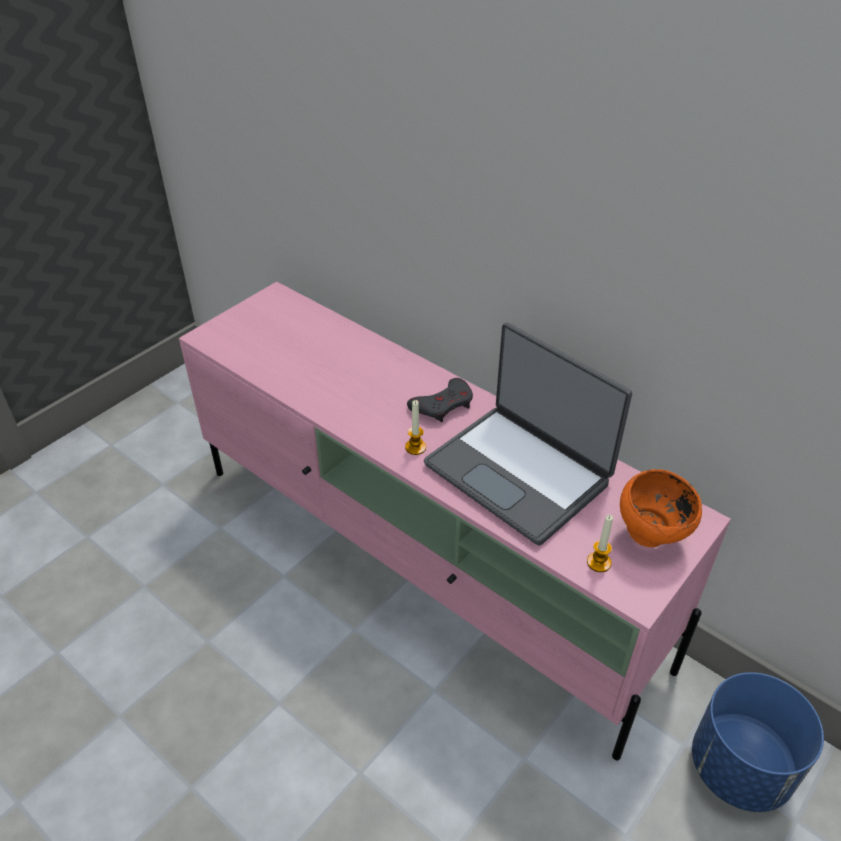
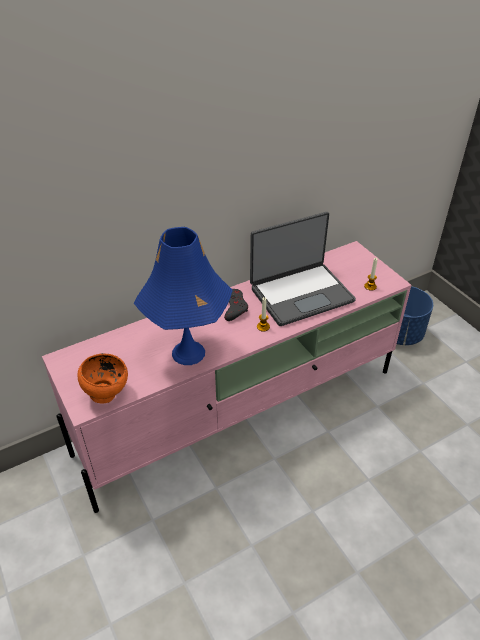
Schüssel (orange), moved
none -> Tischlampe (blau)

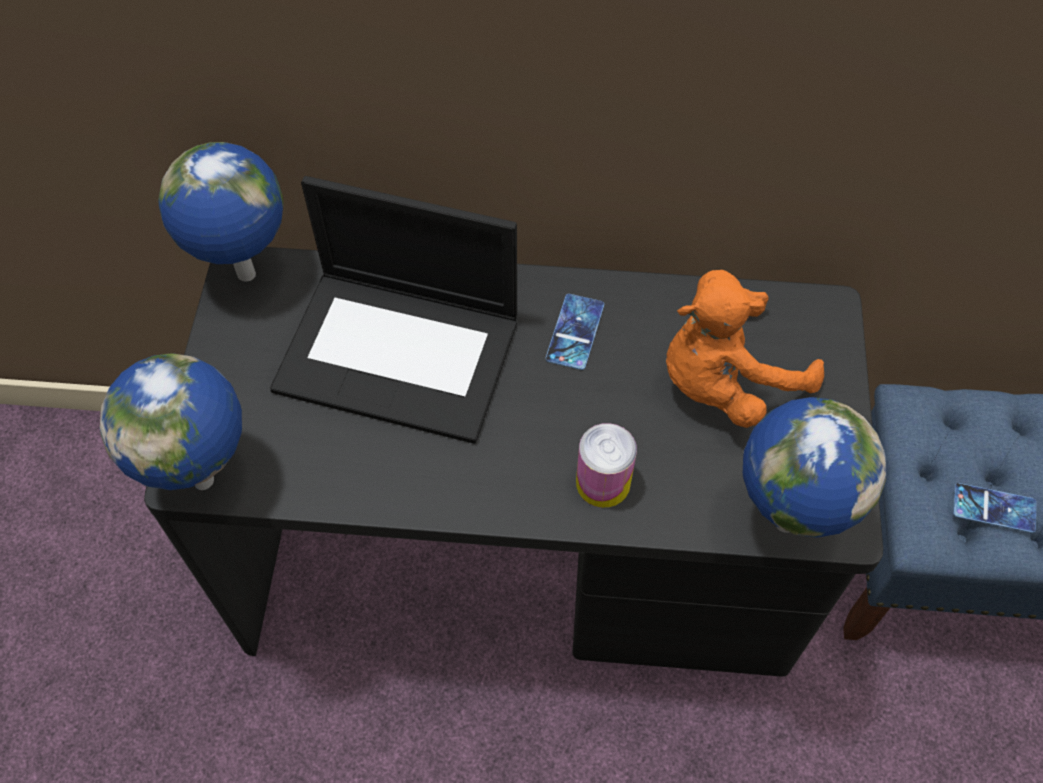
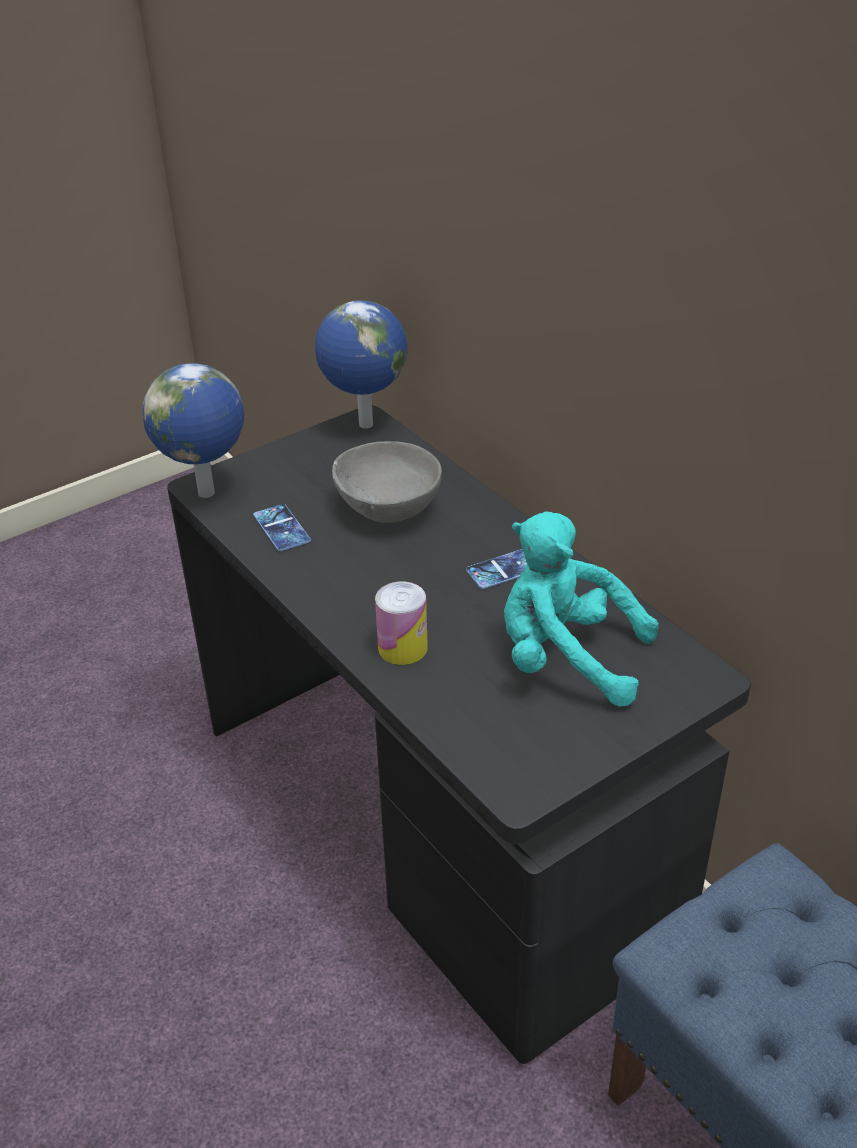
Handy (2nd from left in the first image) -> Handy (1st from left), moved
Laptop -> Schüssel (grau)
Plüschtier (orange) -> Plüschtier (türkis)
Globus (3rd from left) -> none

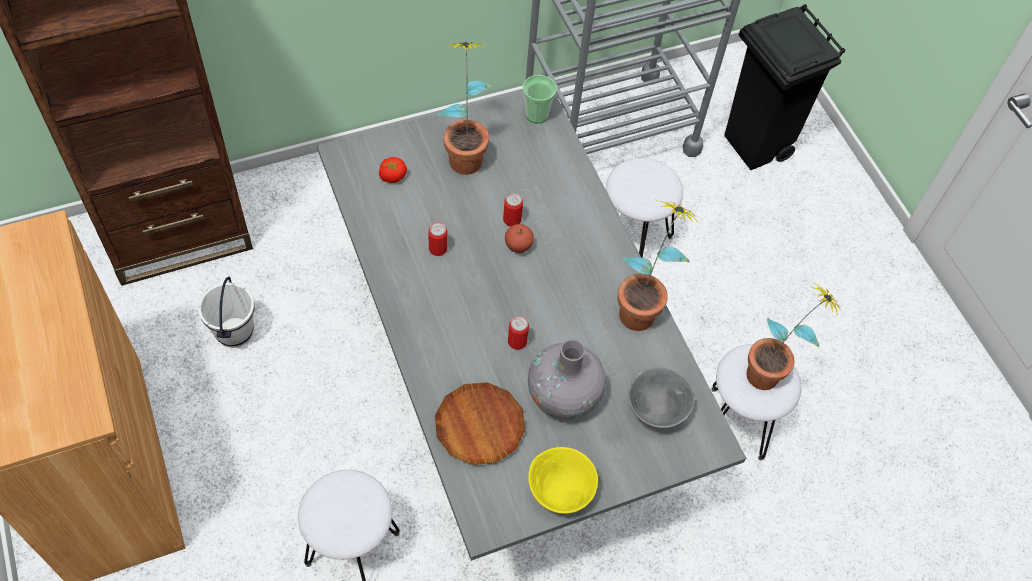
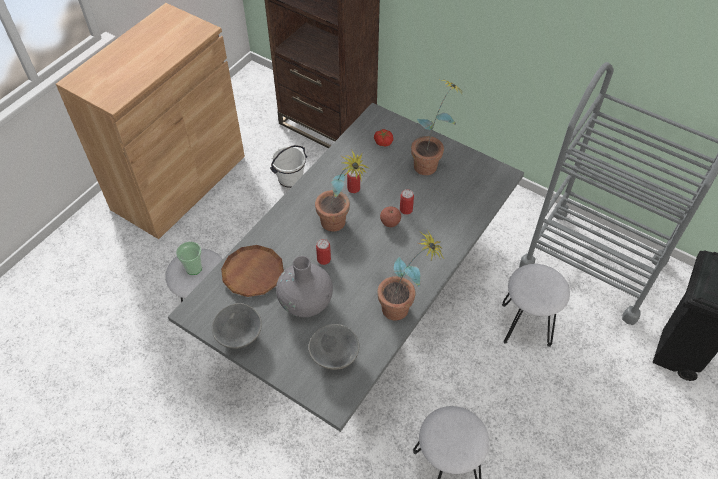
Tasse, moved
Schüssel (gelb) -> Schüssel (grau) (1st from left)
Topfpflanze (3rd from left in the first image) -> Topfpflanze (1st from left), moved

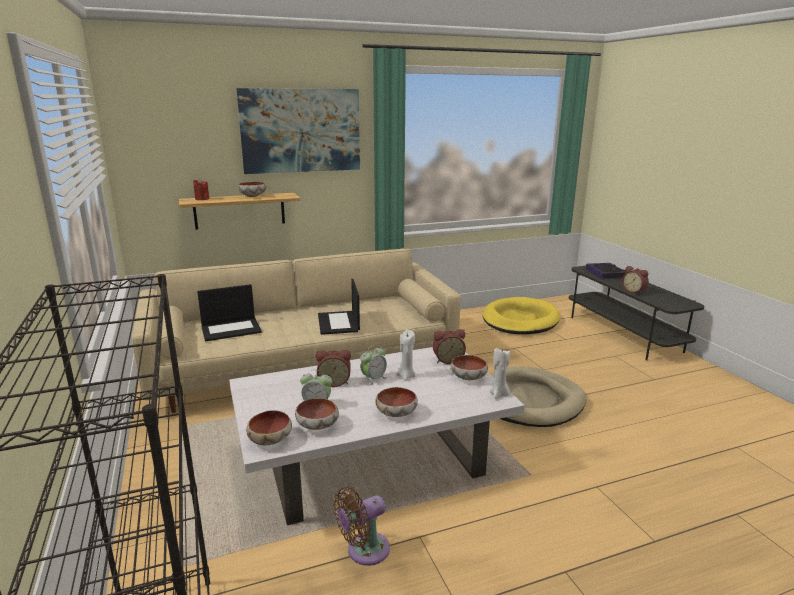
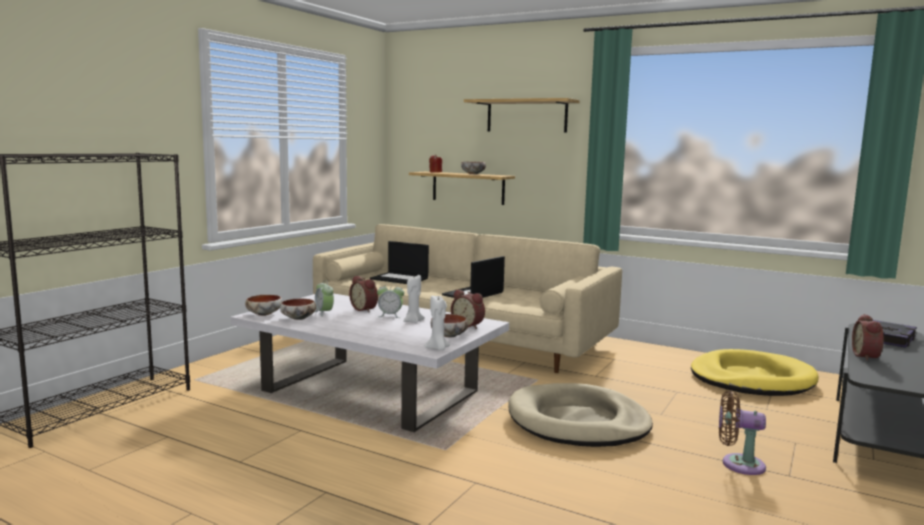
Bild -> Wandregal (2nd from left)
Ventilator (braun), moved
Schüssel (4th from left) -> none

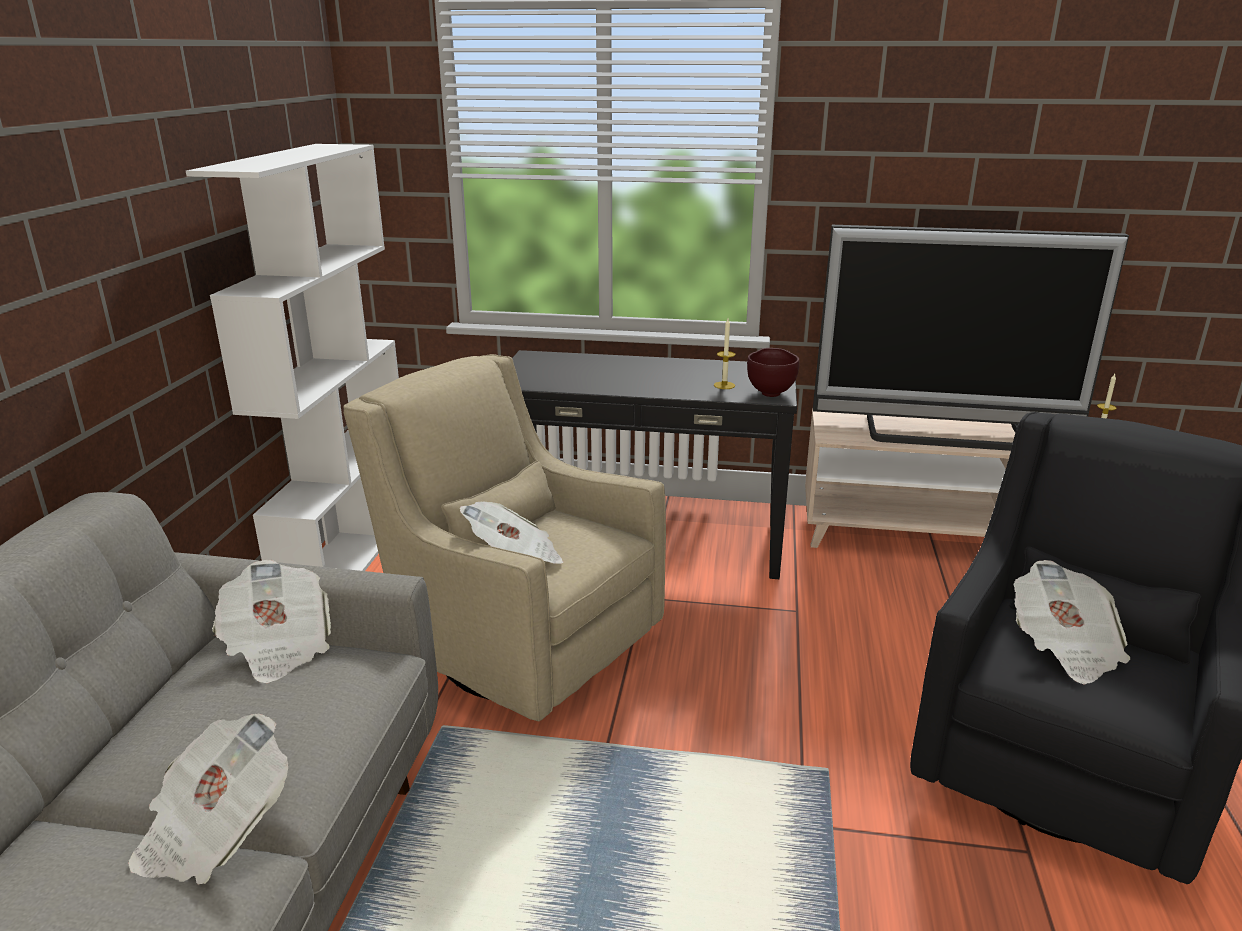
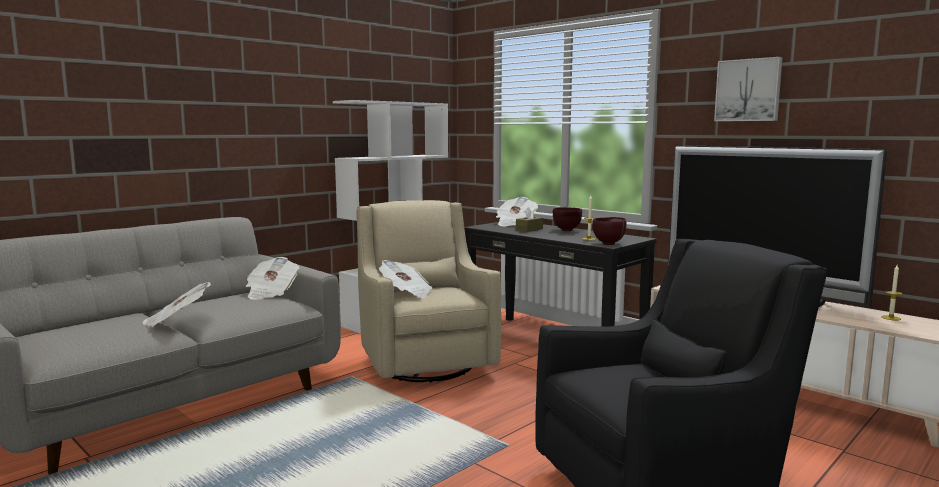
Zeitung (4th from left), moved
none -> Taschentuchbox (braun)
none -> Schüssel (braun) (1st from left)
none -> Bild

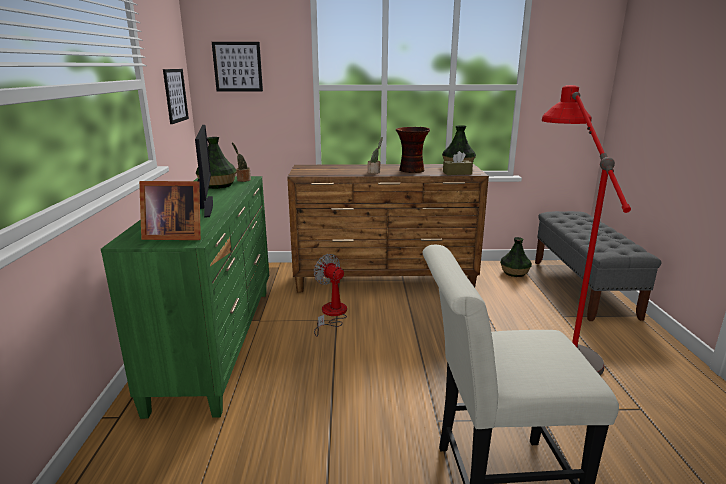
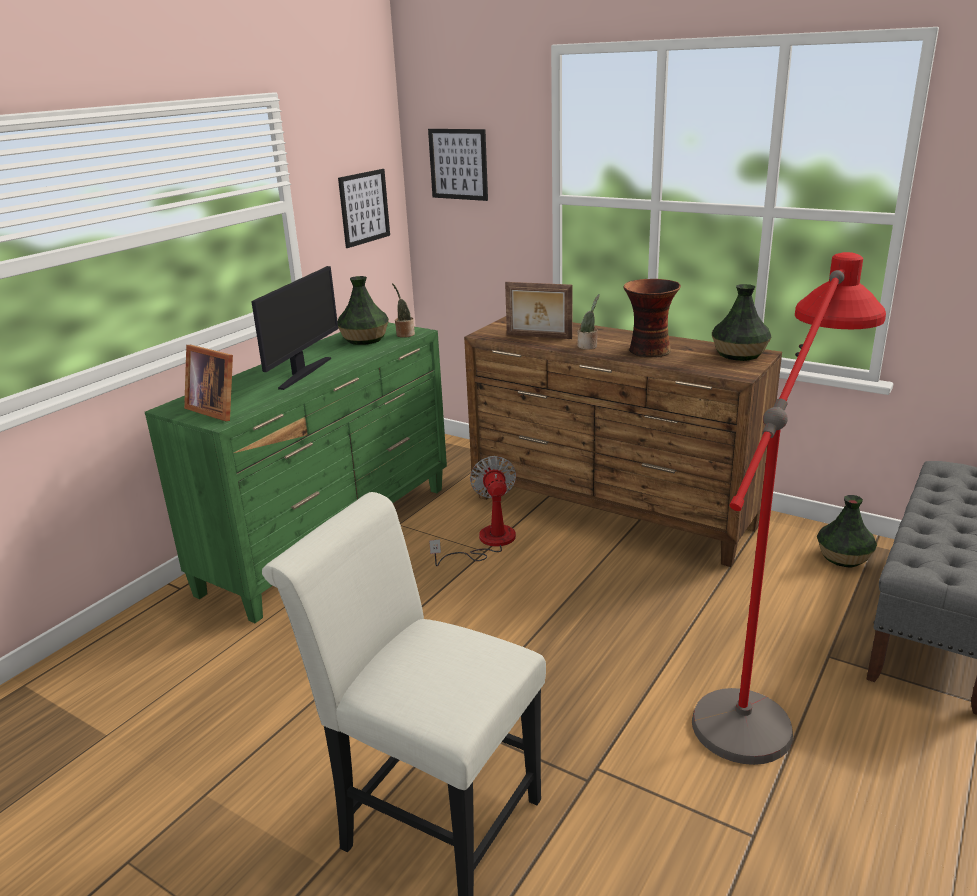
none -> Bilderrahmen (2nd from left)
Taschentuchbox (braun) -> none

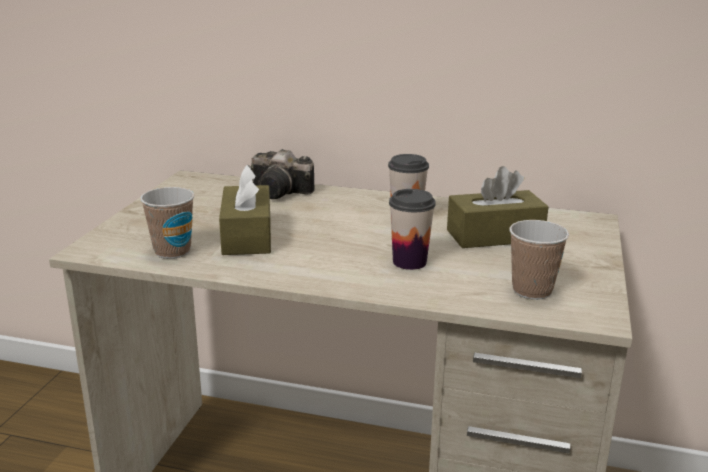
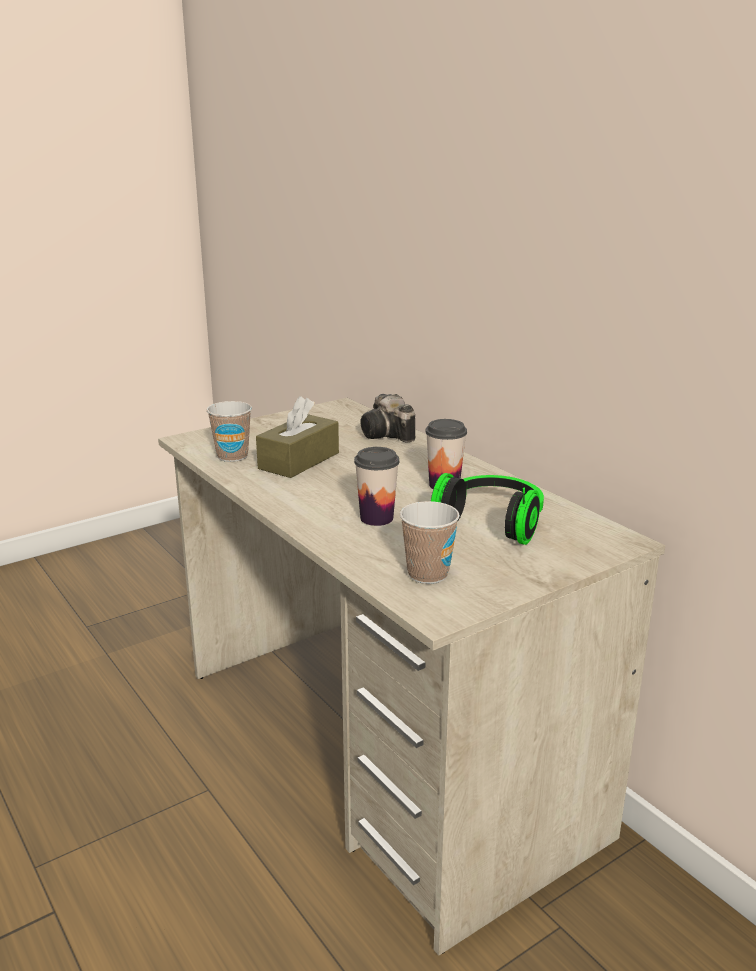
Taschentuchbox (braun) (2nd from left) -> Kopfhörer

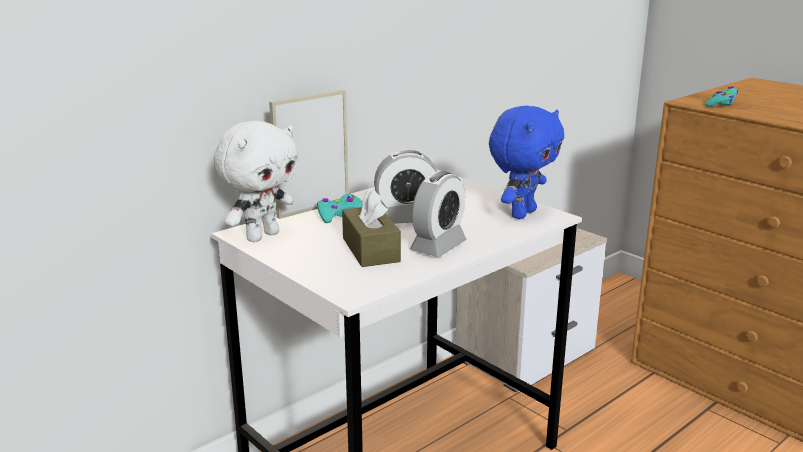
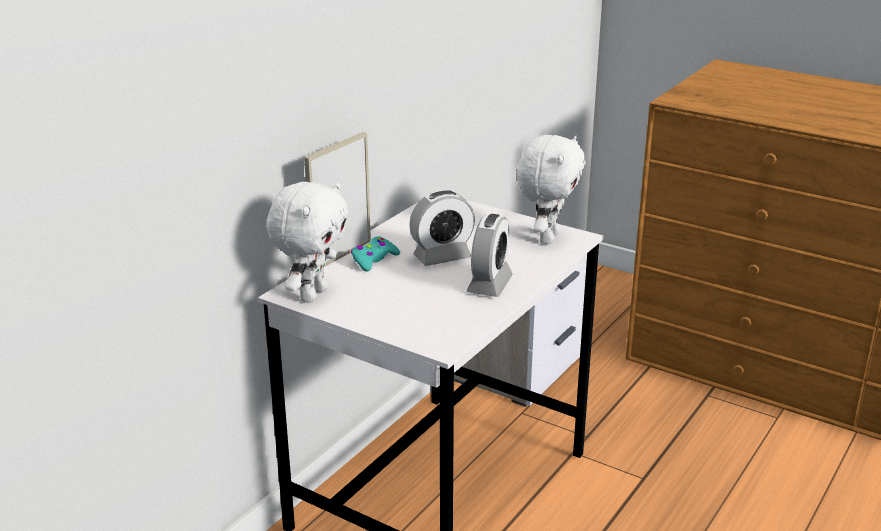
Plüschtier (blau) -> Plüschtier (weiß) (2nd from left)
Taschentuchbox (braun) -> none
Gamepad (türkis) (2nd from left) -> none

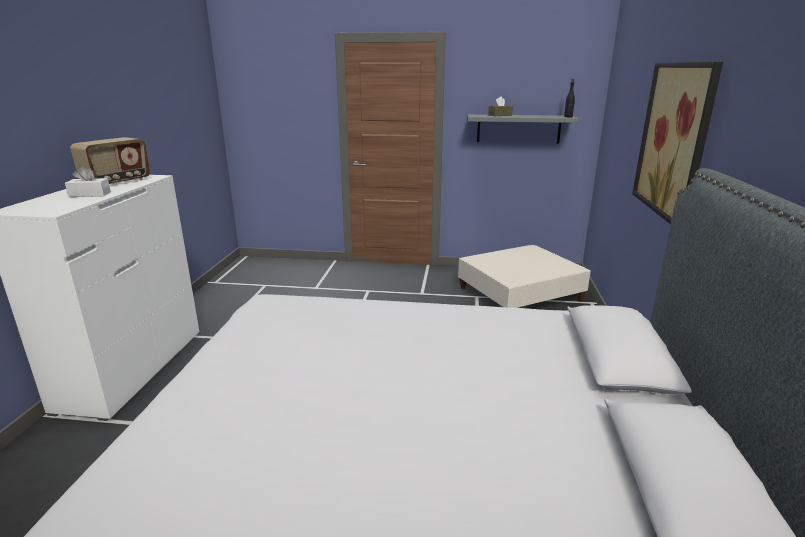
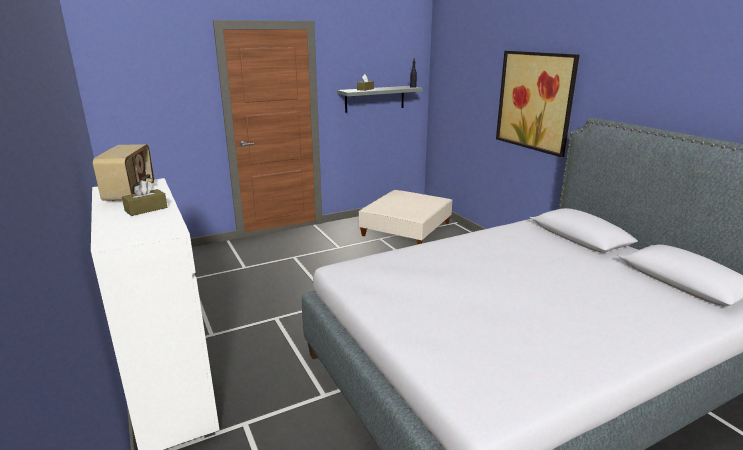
Taschentuchbox (weiß) -> Taschentuchbox (braun) (1st from left)

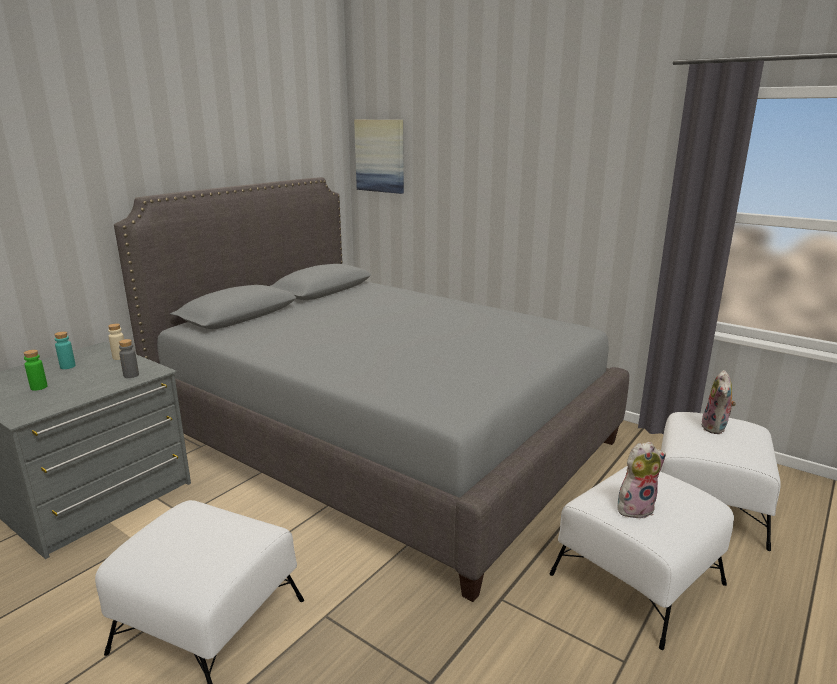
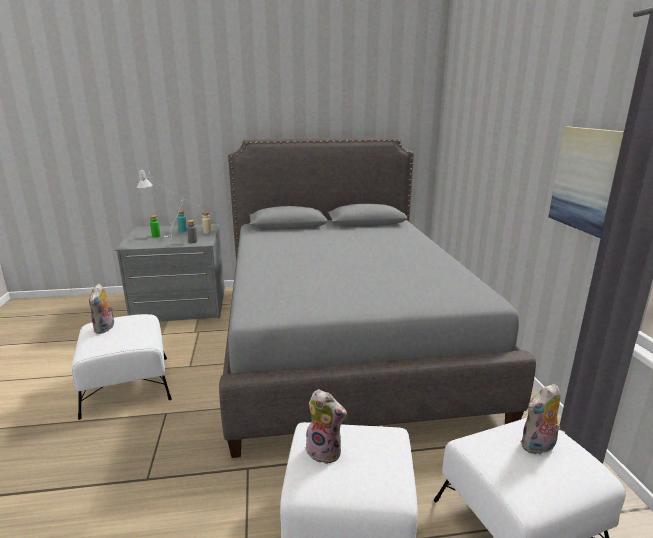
none -> Plüschtier (1st from left)
none -> Tischlampe (grau)
Bild, moved

